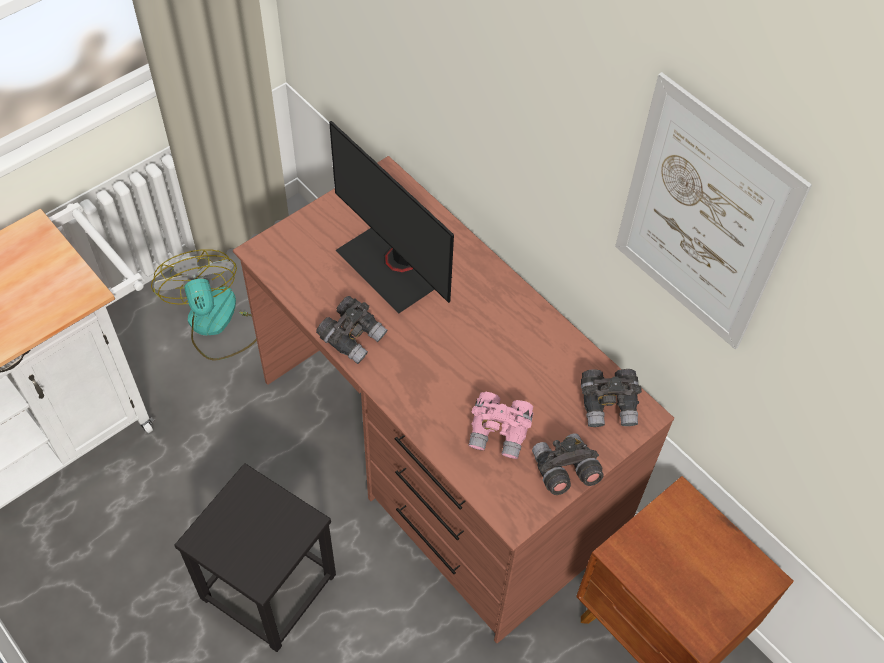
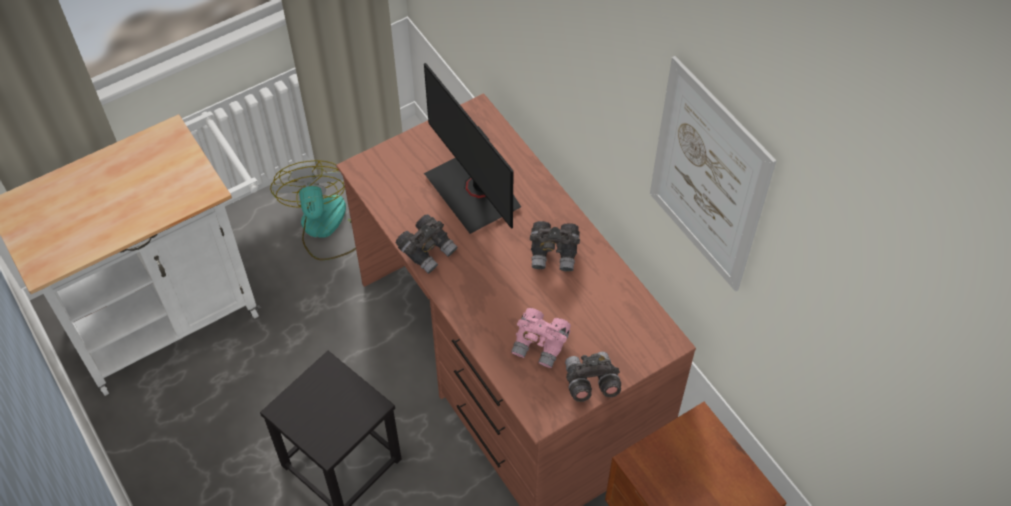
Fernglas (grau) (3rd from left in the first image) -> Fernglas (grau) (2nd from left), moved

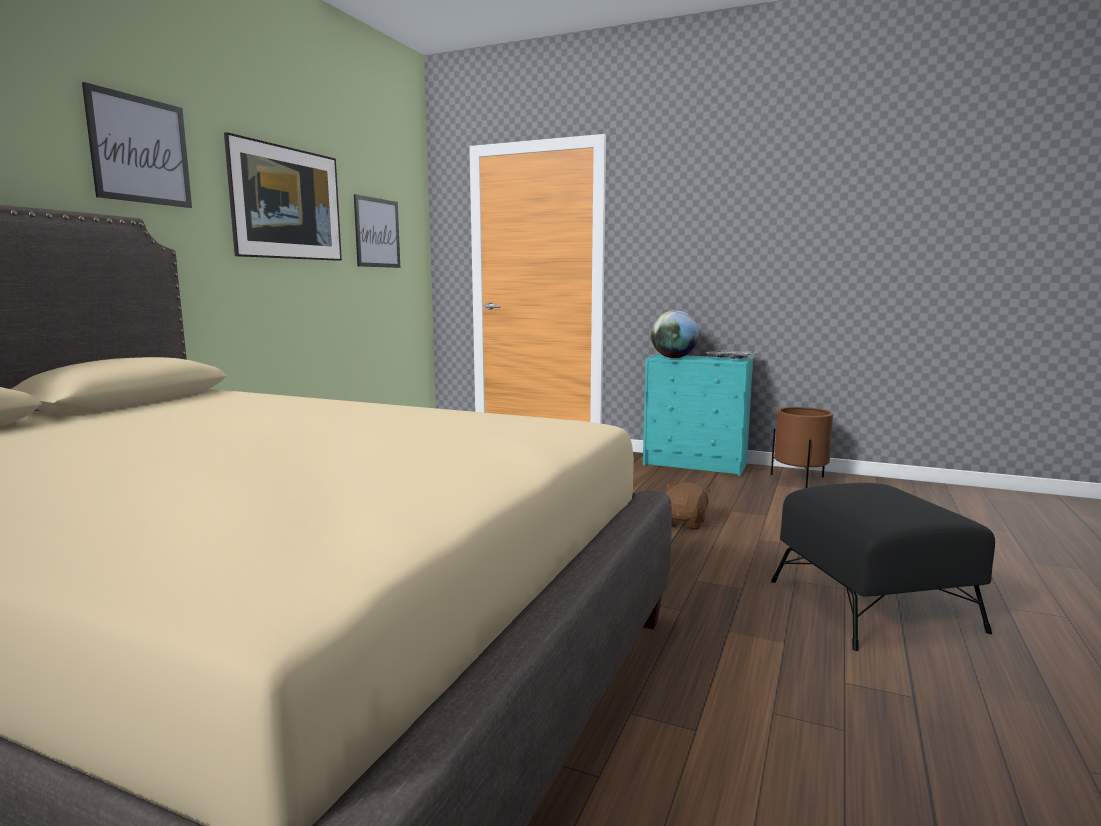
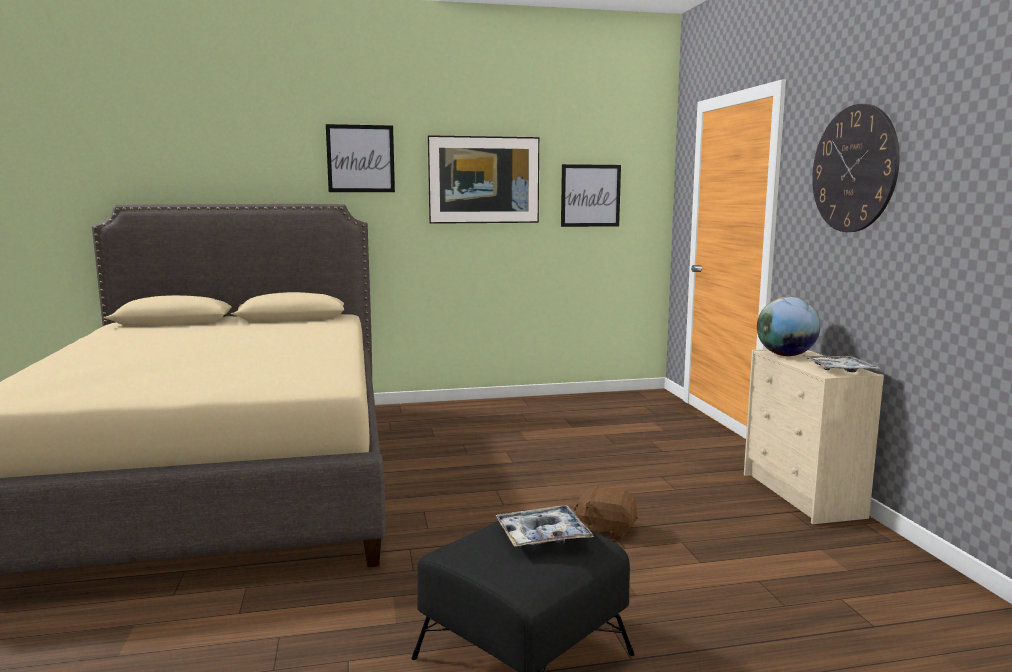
none -> Tablett (1st from left)
Plüschtier (braun), 150 degrees counterclockwise
Kommode (türkis) -> Kommode (beige)
none -> Wanduhr
Pflanzkübel (braun) -> none

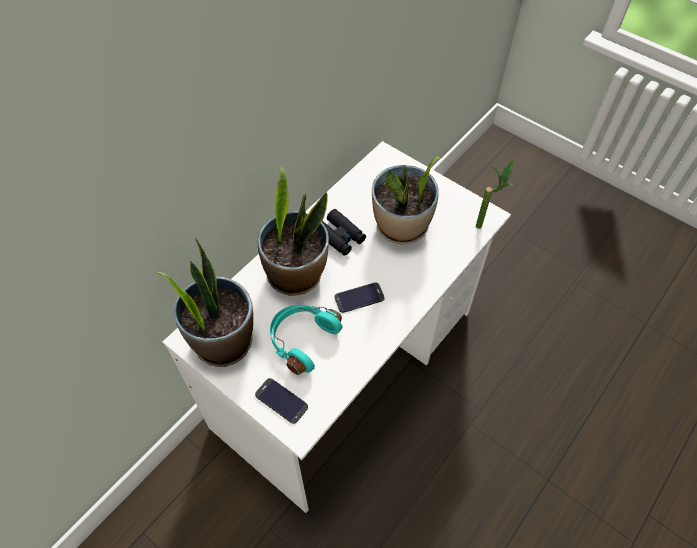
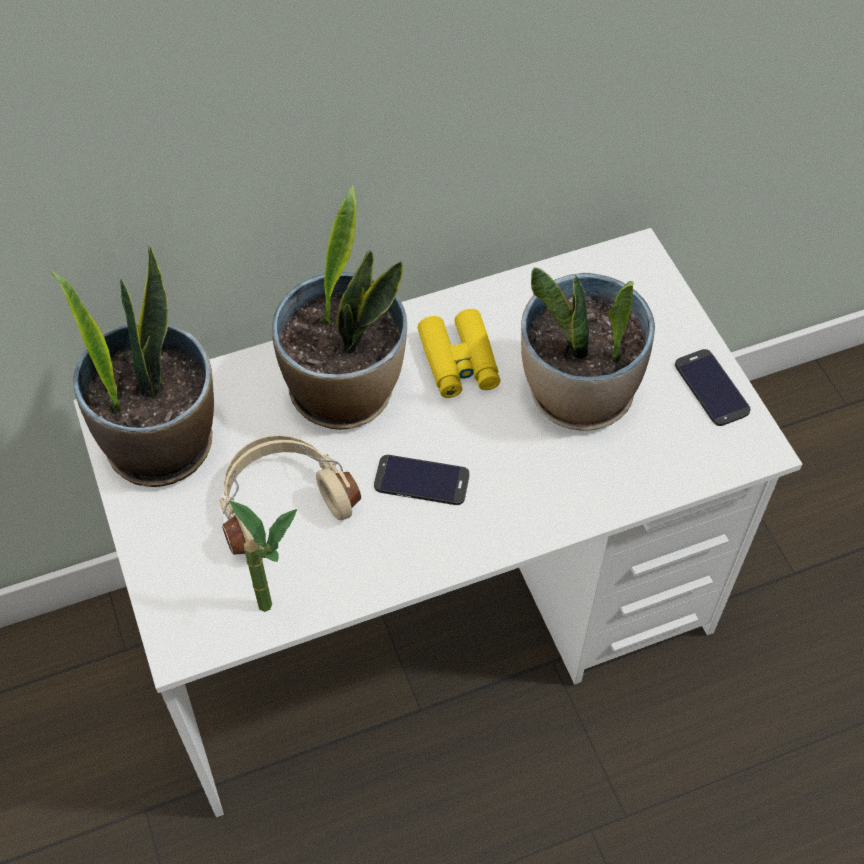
Kopfhörer (türkis) -> Kopfhörer (beige)
Topfpflanze (4th from left in the first image) -> Topfpflanze (2nd from left), moved
Fernglas (schwarz) -> Fernglas (gelb)
Handy (1st from left in the first image) -> Handy (2nd from left), moved

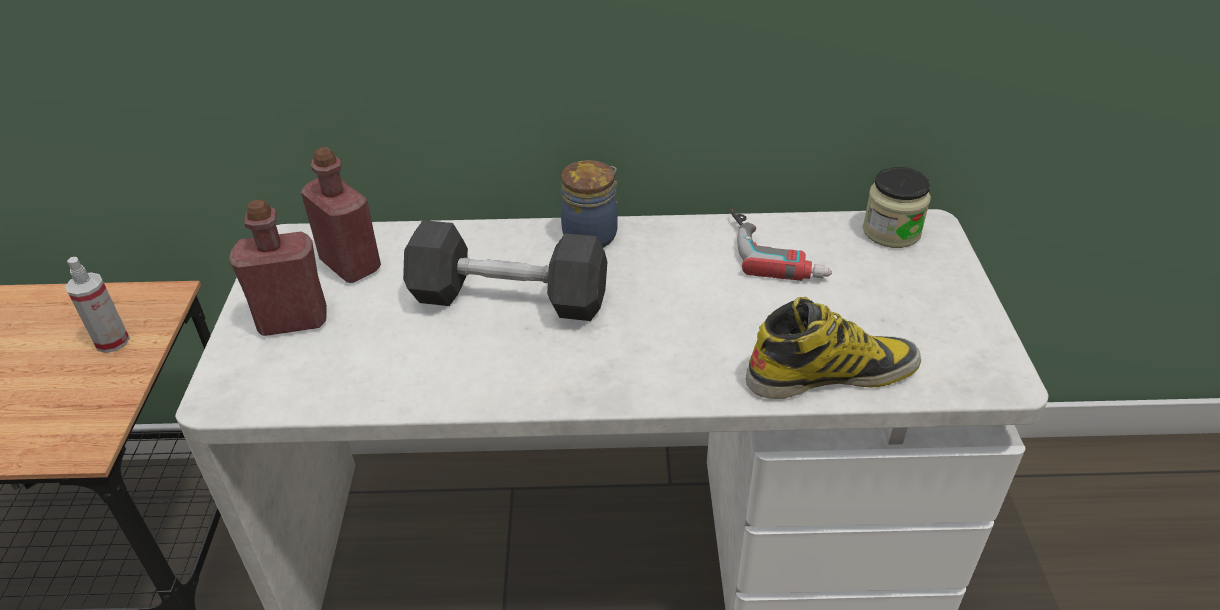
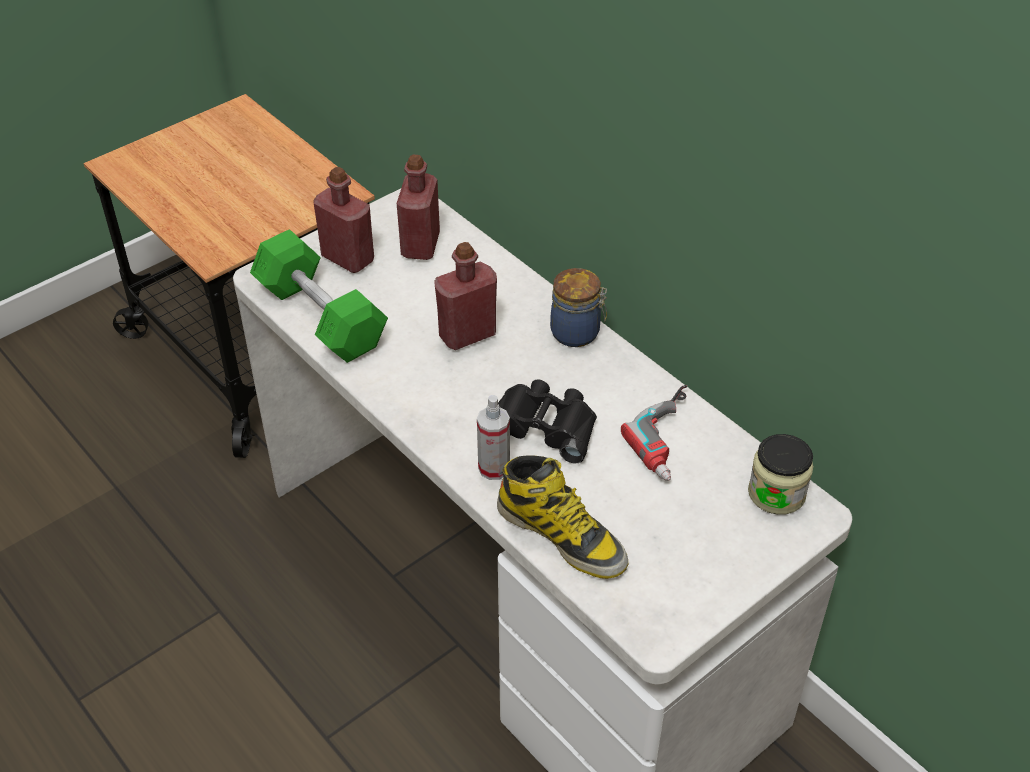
none -> Hantel (grün)
Hantel (grau) -> Flasche (rot) (3rd from left)
Sprühflasche, moved
none -> Fernglas (schwarz)

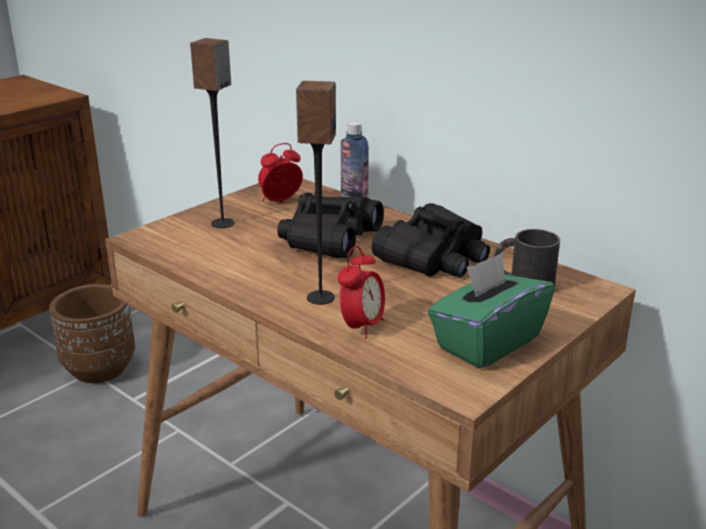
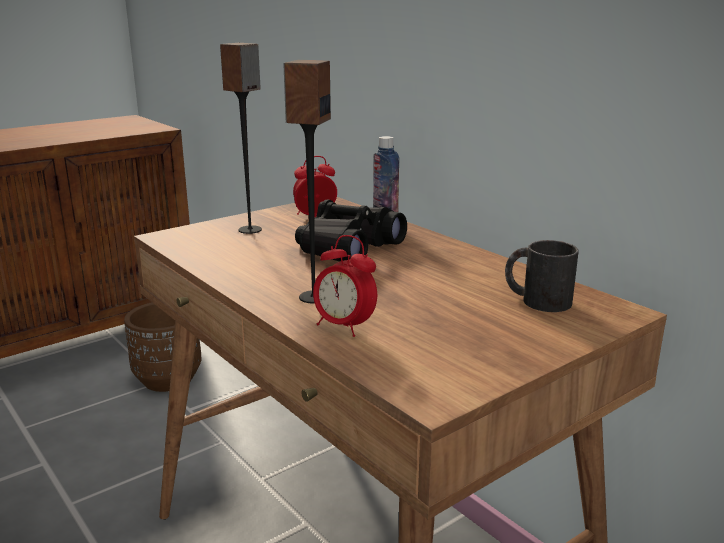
Wecker (2nd from left), 90 degrees clockwise
Fernglas (schwarz) (2nd from left) -> none
Taschentuchbox (grün) -> none

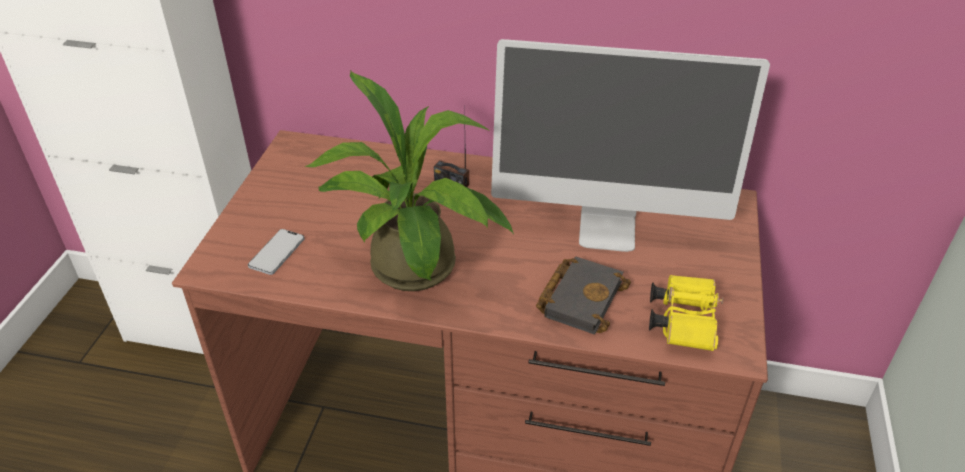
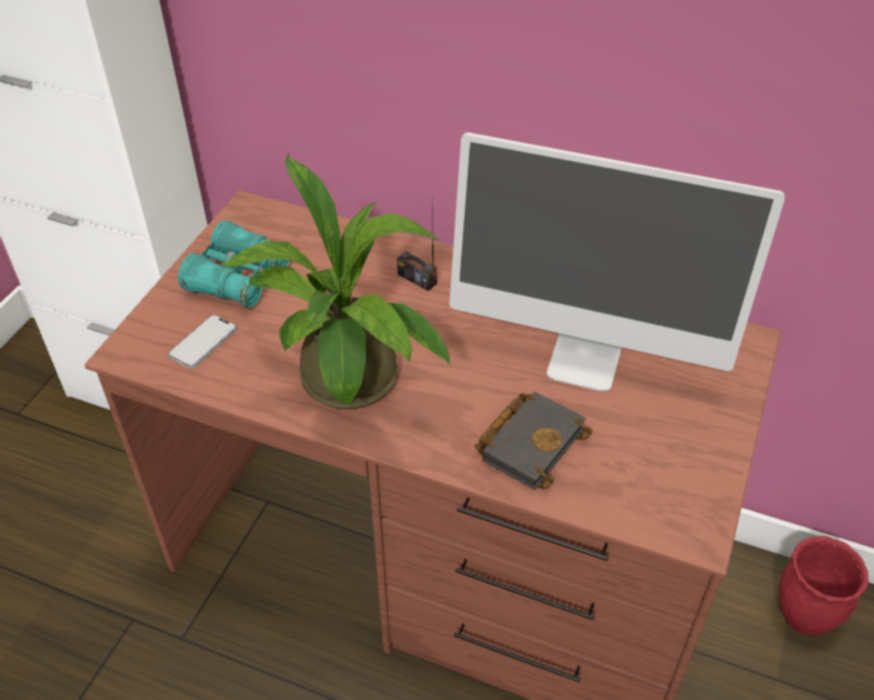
none -> Fernglas (türkis)
none -> Pflanzkübel (rot)
Fernglas (gelb) -> none

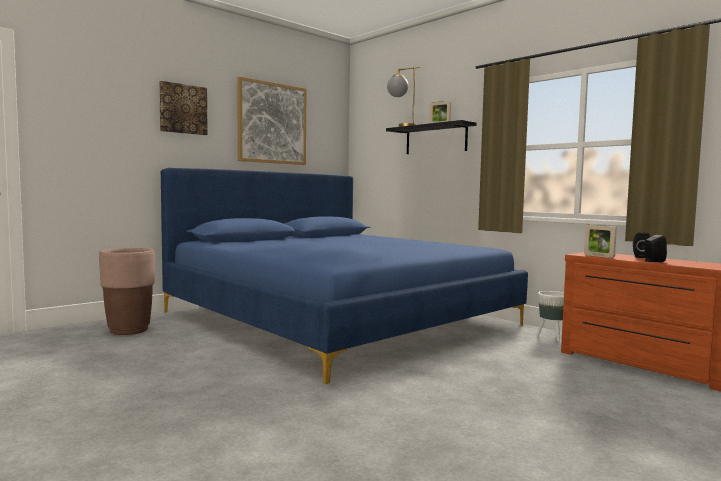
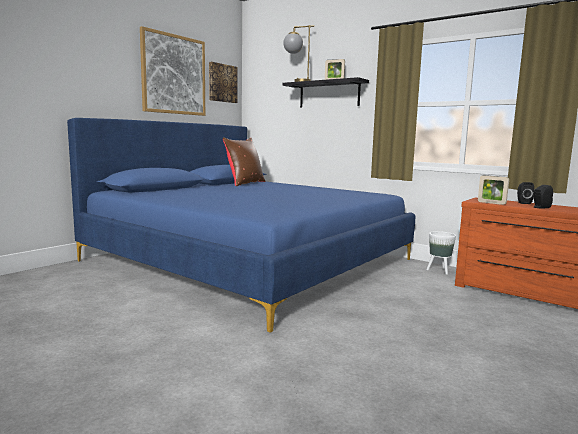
Bild (1st from left in the first image) -> Bild (2nd from left), moved
none -> Kissen (braun)
Pflanzkübel (braun) -> none

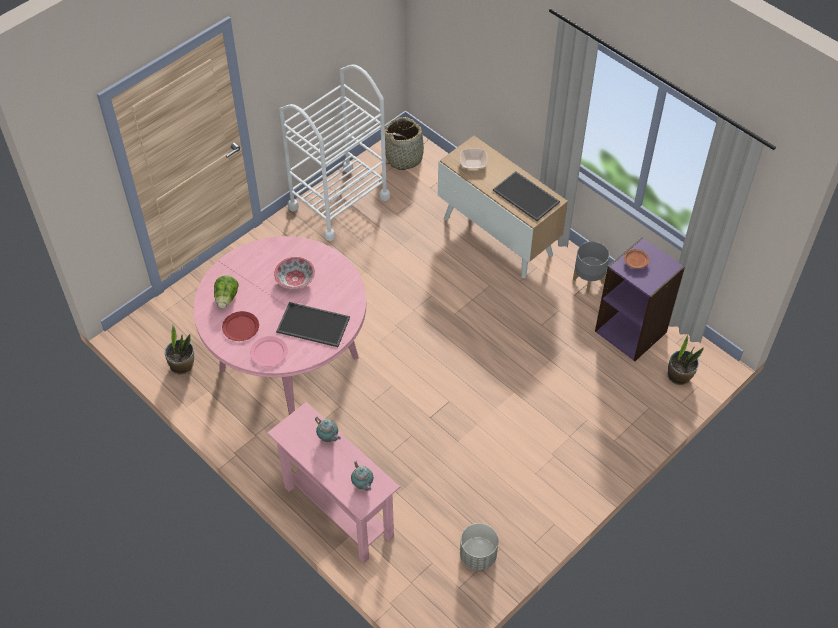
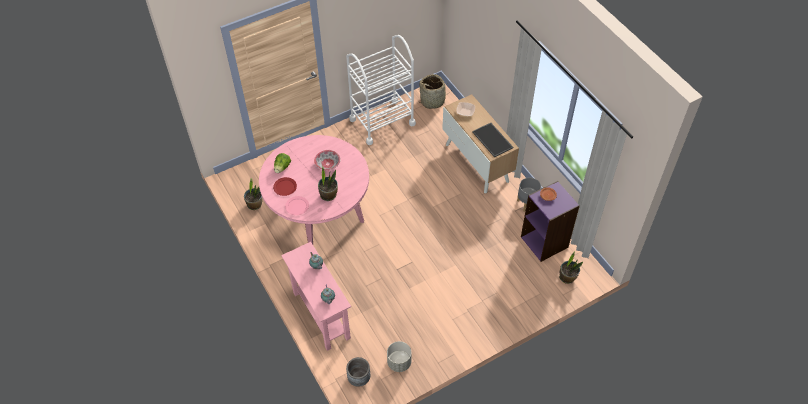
Tablett (1st from left) -> Topfpflanze (2nd from left)
none -> Pflanzkübel (grau) (1st from left)

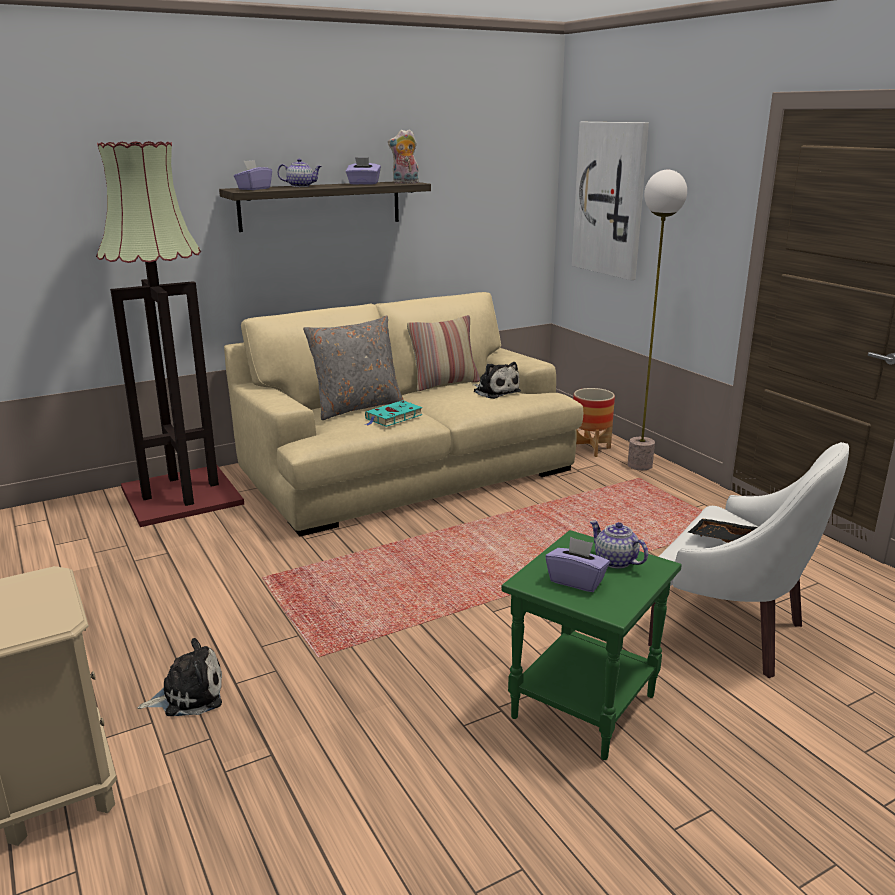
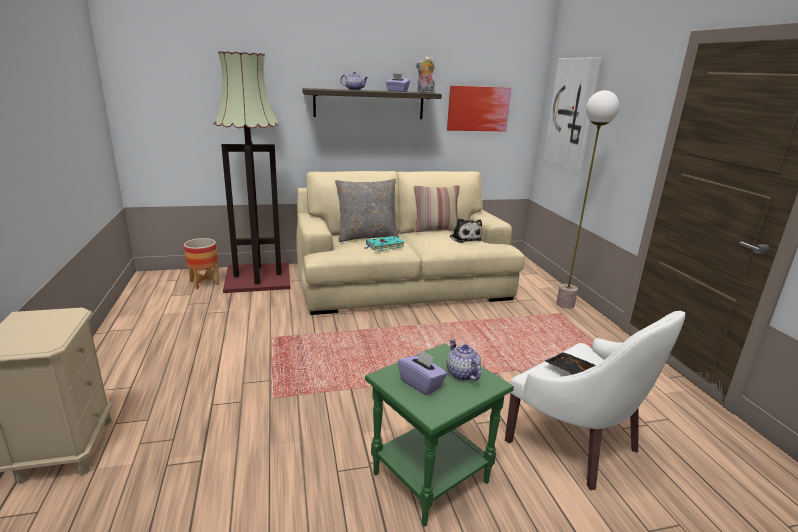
Pflanzkübel, moved
none -> Bild (1st from left)
Plüschtier (1st from left) -> none
Taschentuchbox (lila) (1st from left) -> none

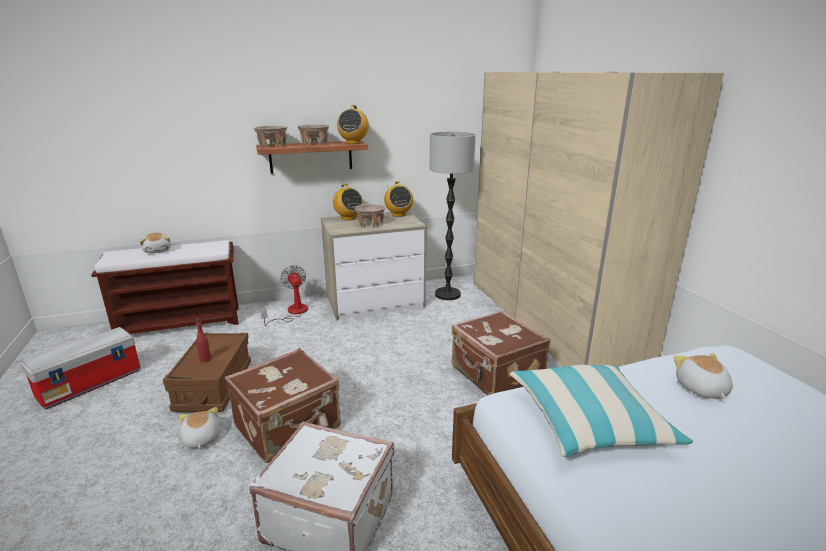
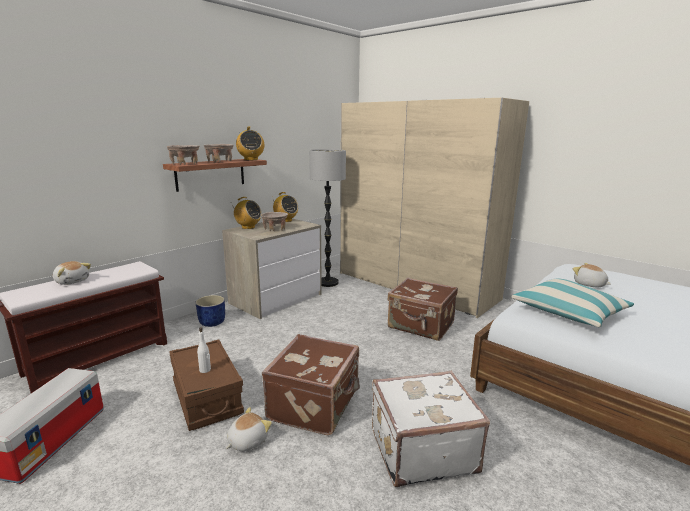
Ventilator -> Pflanzkübel (blau)
Flasche (rot) -> Flasche (weiß)
Plüschtier (2nd from left), 90 degrees clockwise

